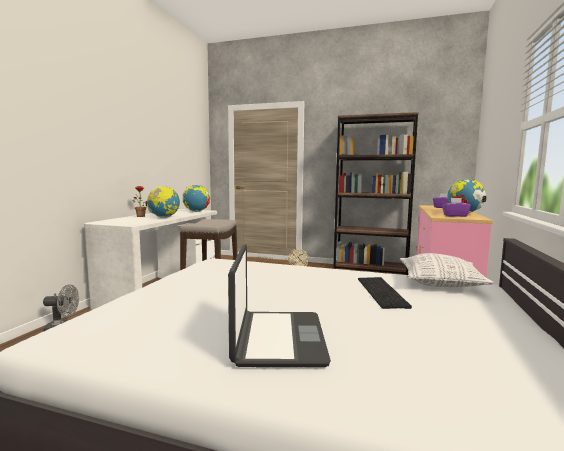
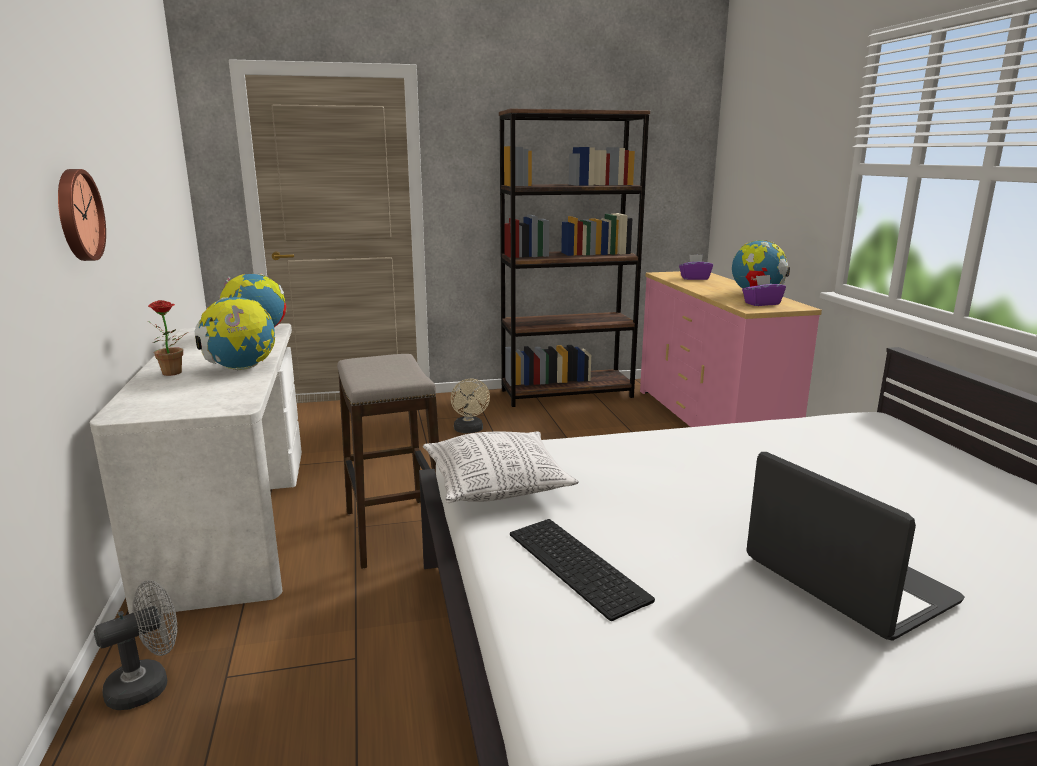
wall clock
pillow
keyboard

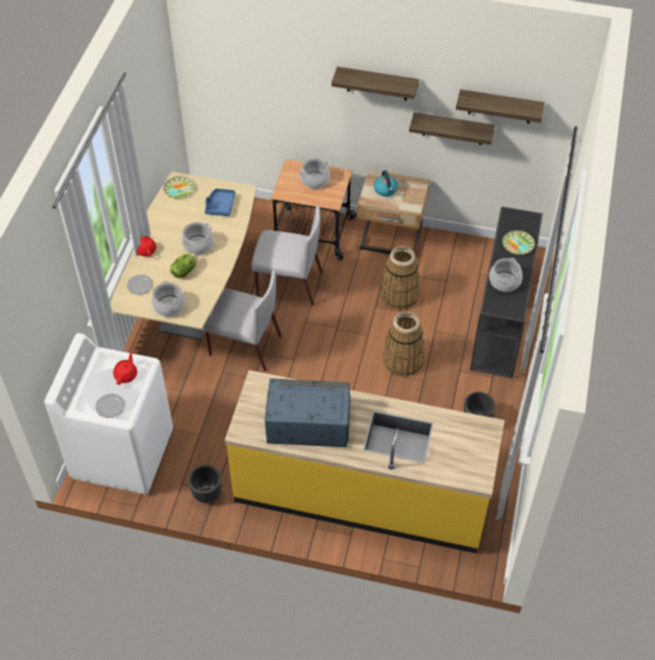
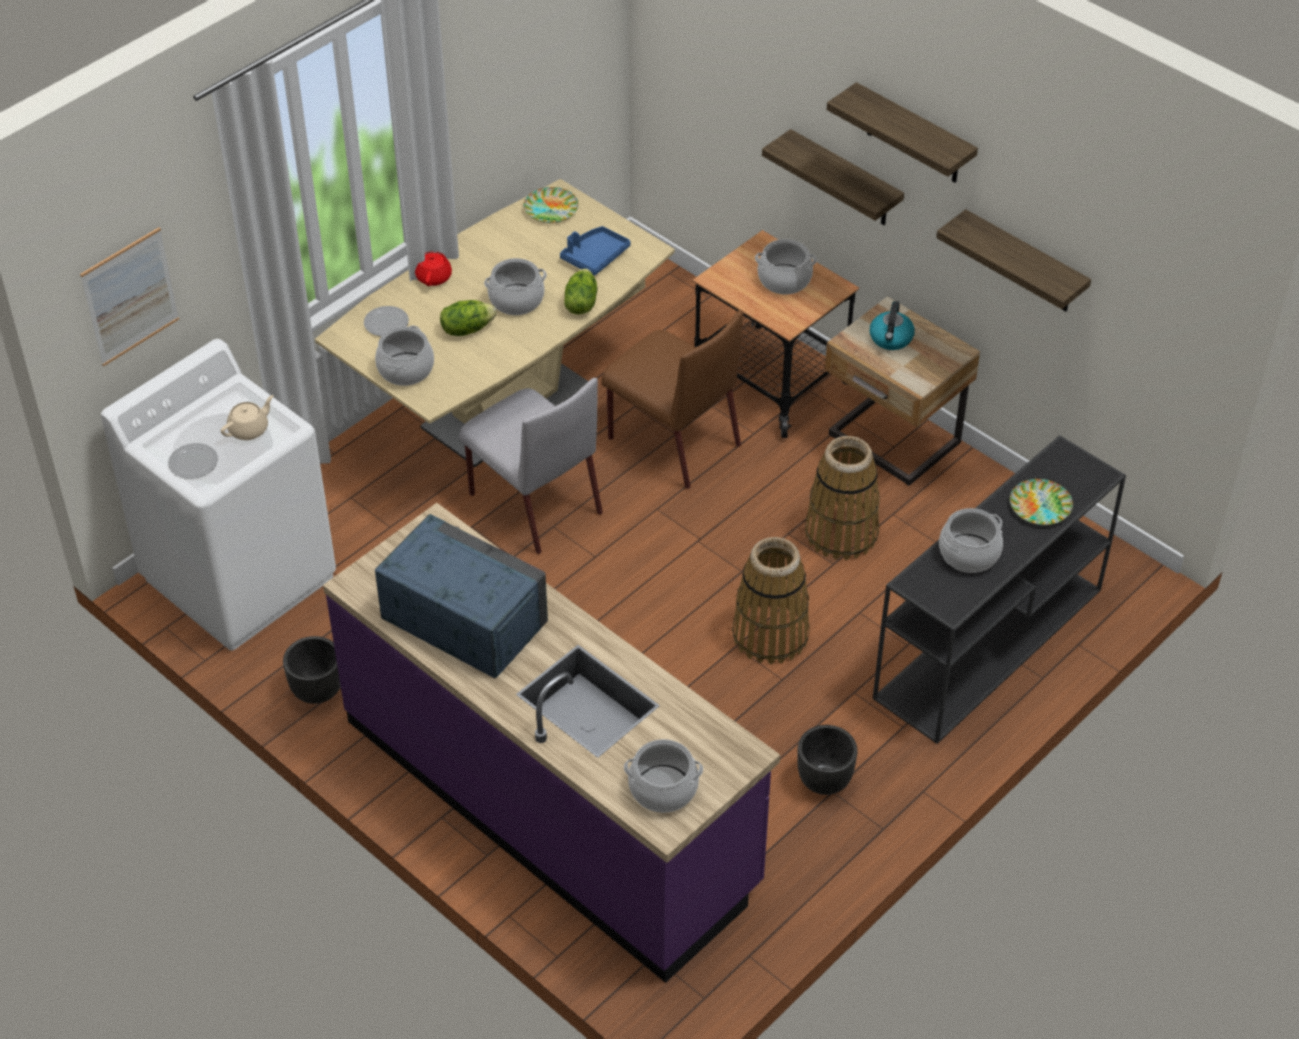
picture
beige teapot
purple counter
lettuce (2nd from left)
brown chair
cooking pot (3rd from left)
shelf (1st from left)

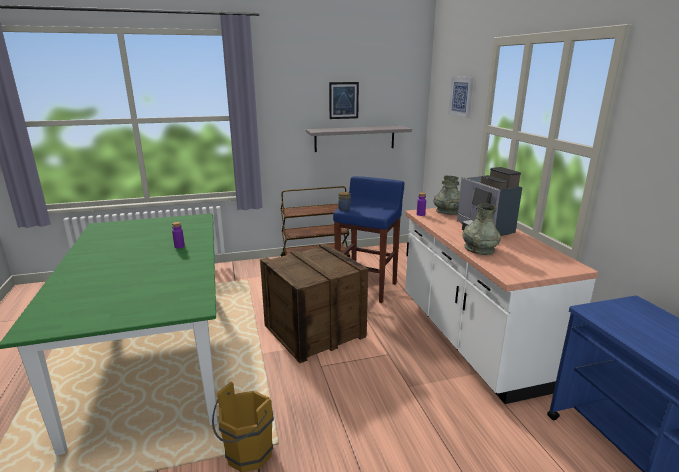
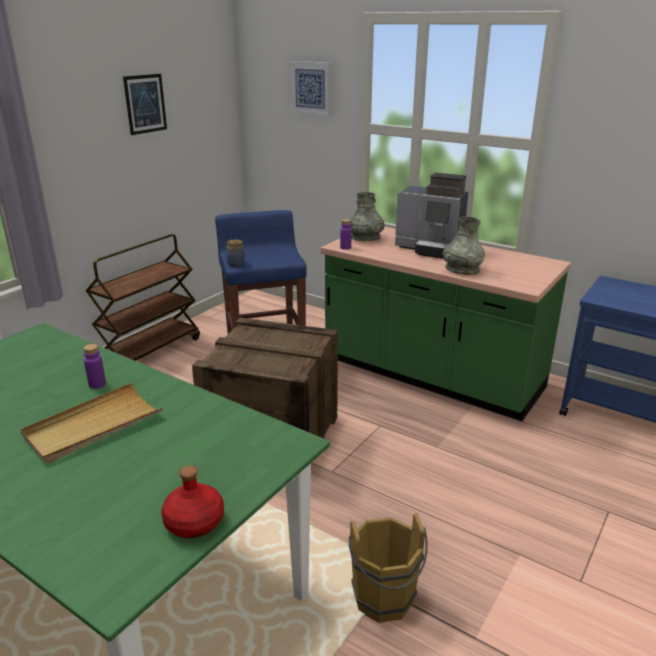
beige tray
red bottle
green counter
grey shelf

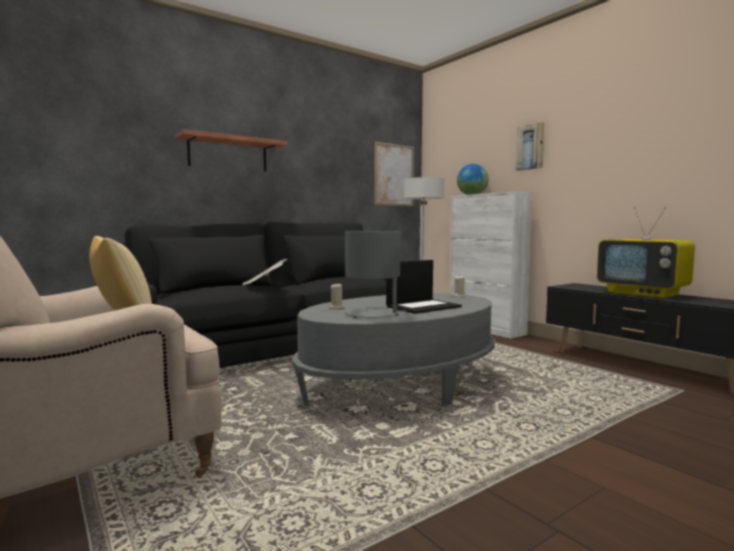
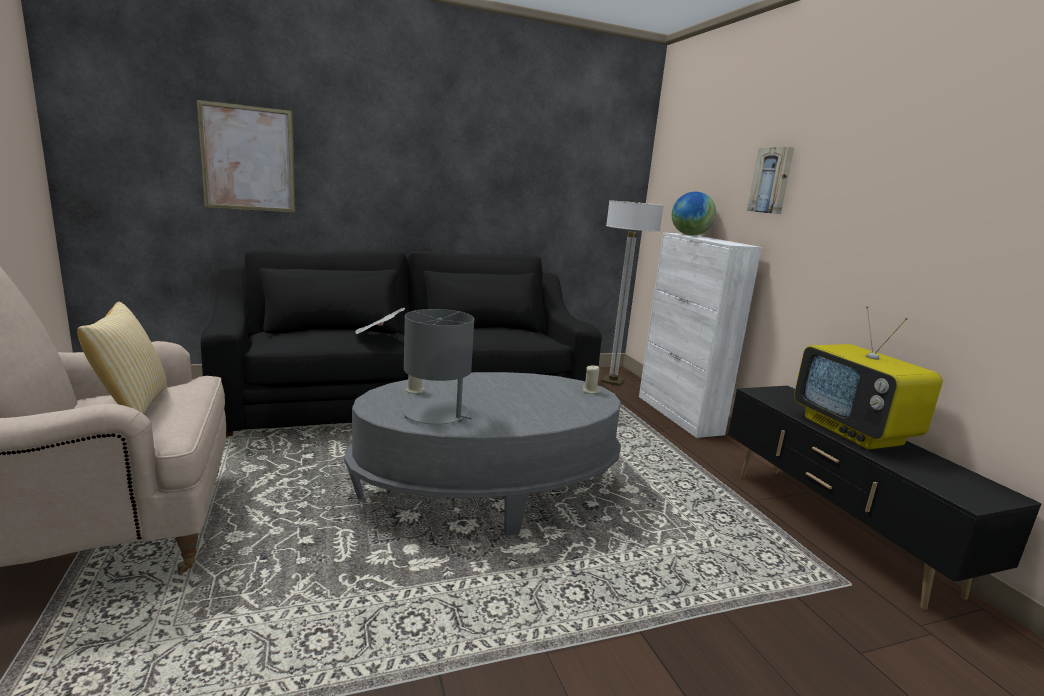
picture (1st from left)
shelf
laptop

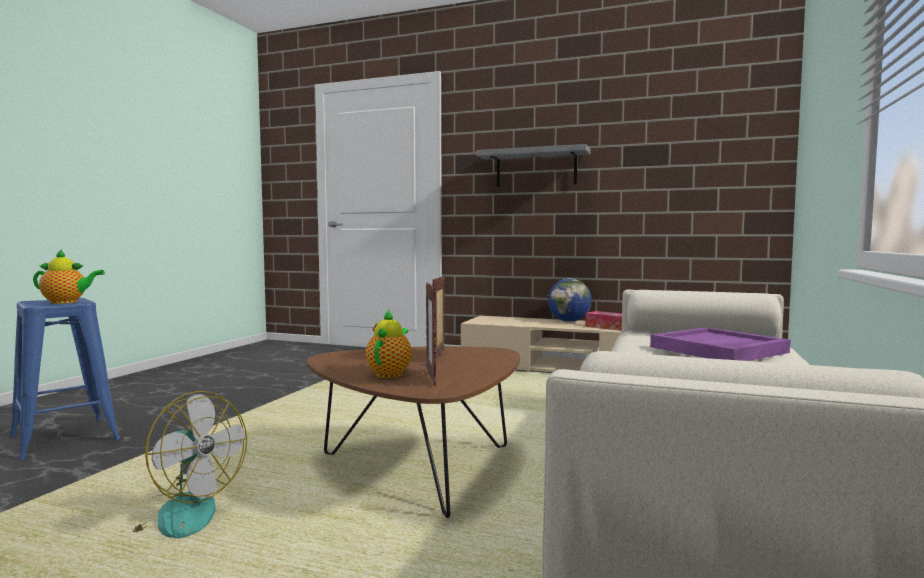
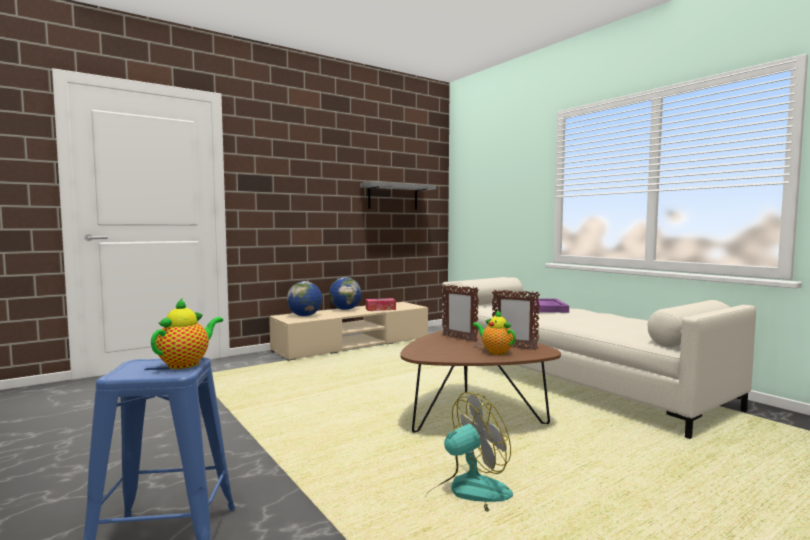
globe (1st from left)
grey shelf

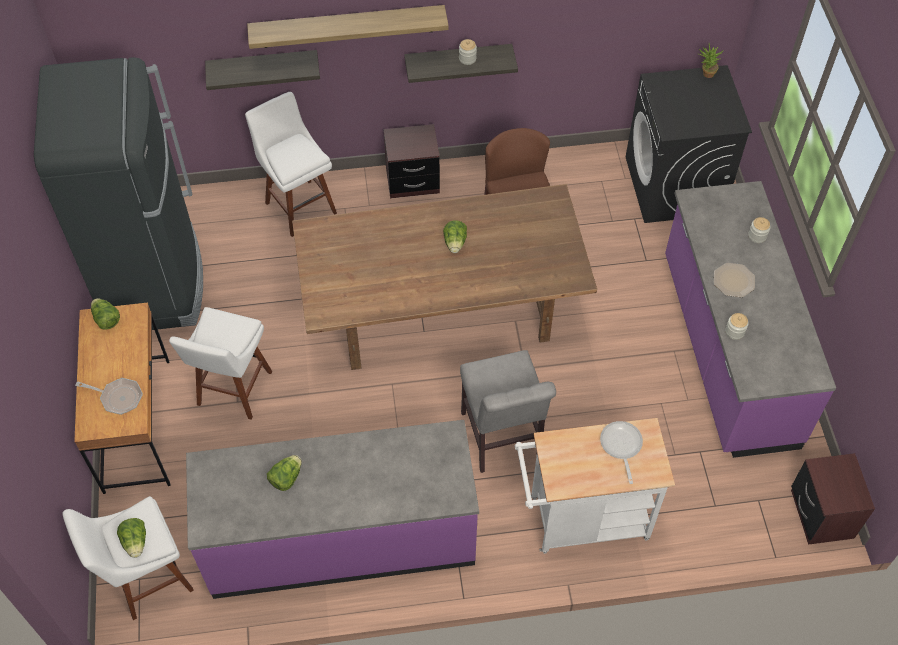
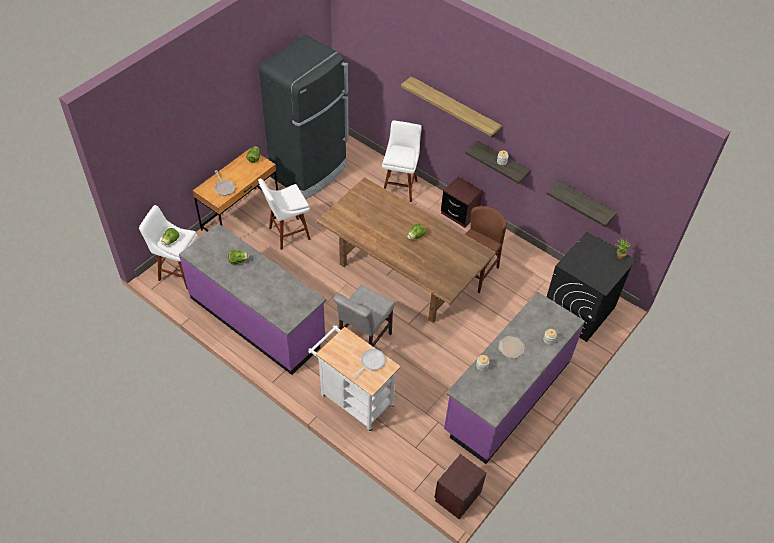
shelf (3rd from left)

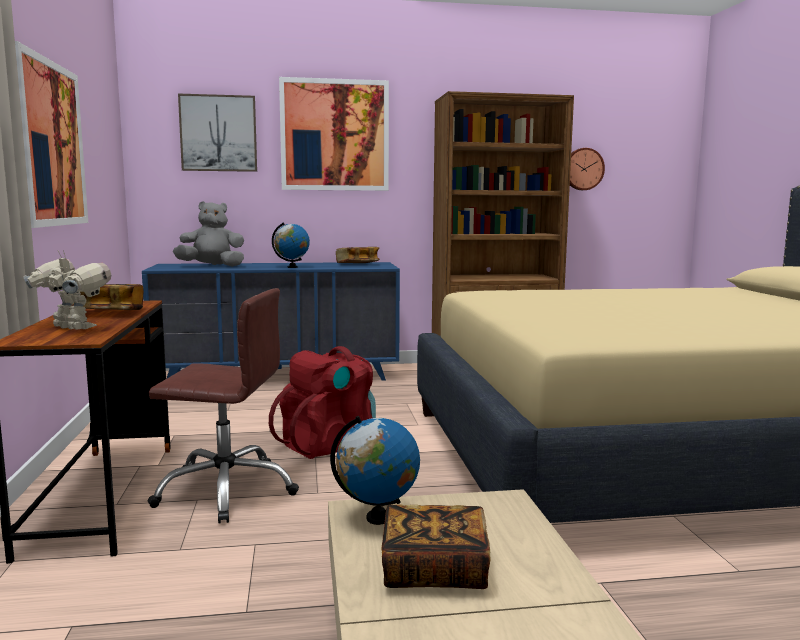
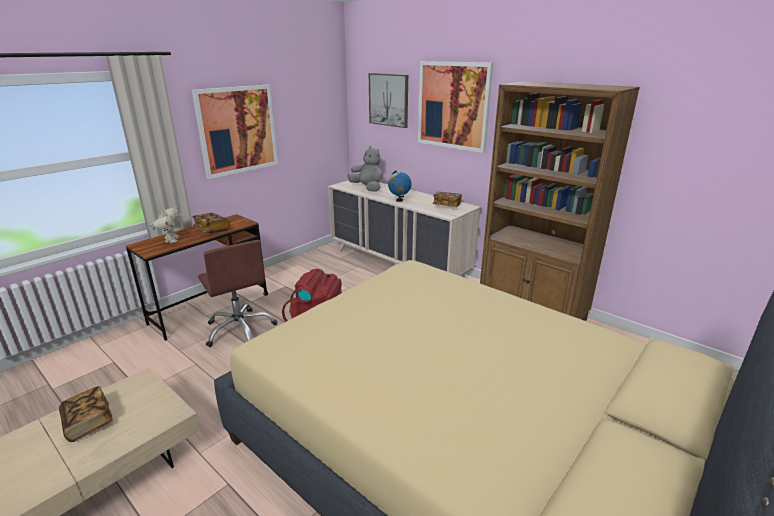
beige dresser
globe (2nd from left in the first image)
wall clock

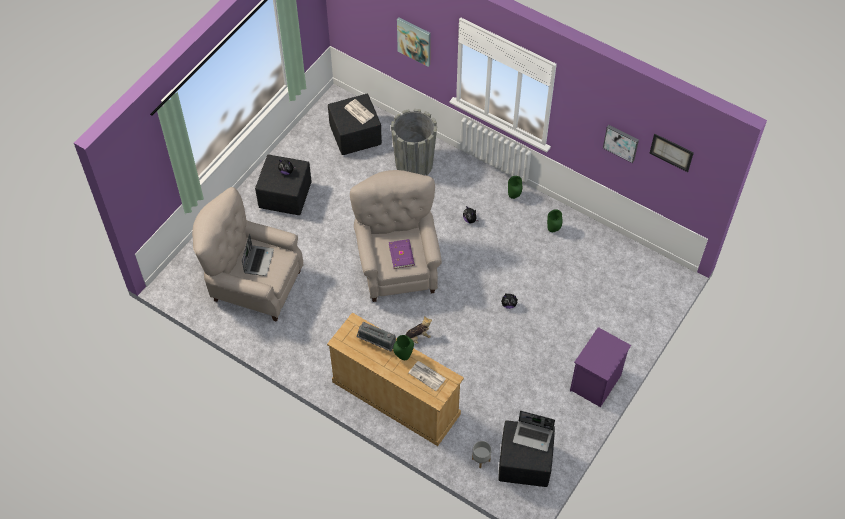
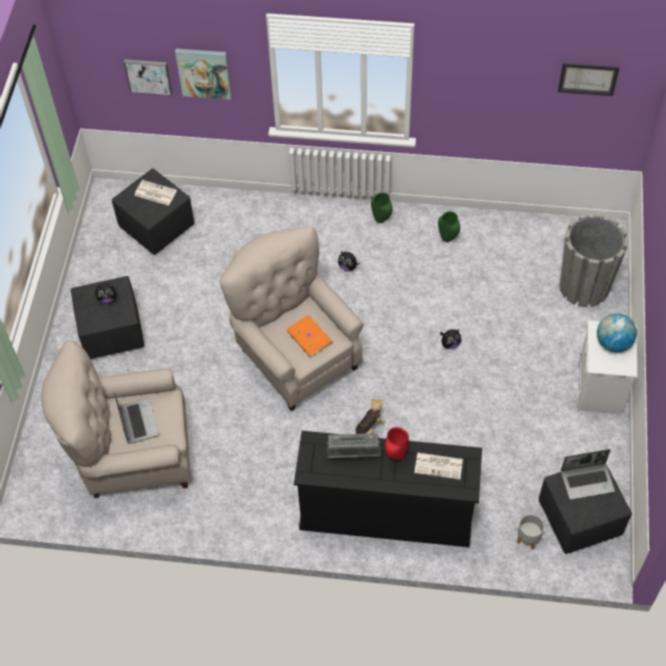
picture (1st from left)
orange book
black dresser
red vase
grey planter (2nd from left)
white nightstand
globe

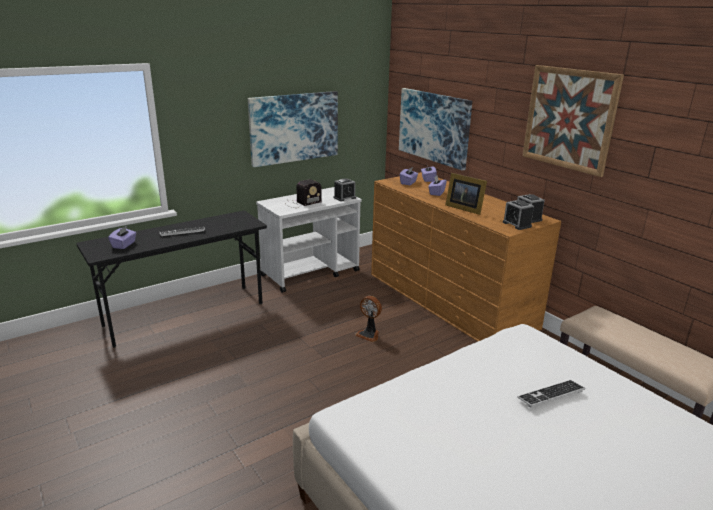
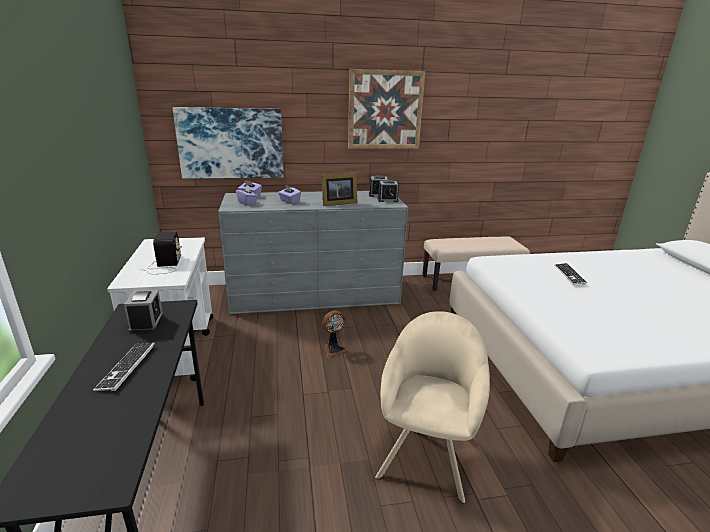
alarm clock (1st from left)
grey dresser
beige armchair
purple tissue box (1st from left in the first image)
picture (1st from left in the first image)

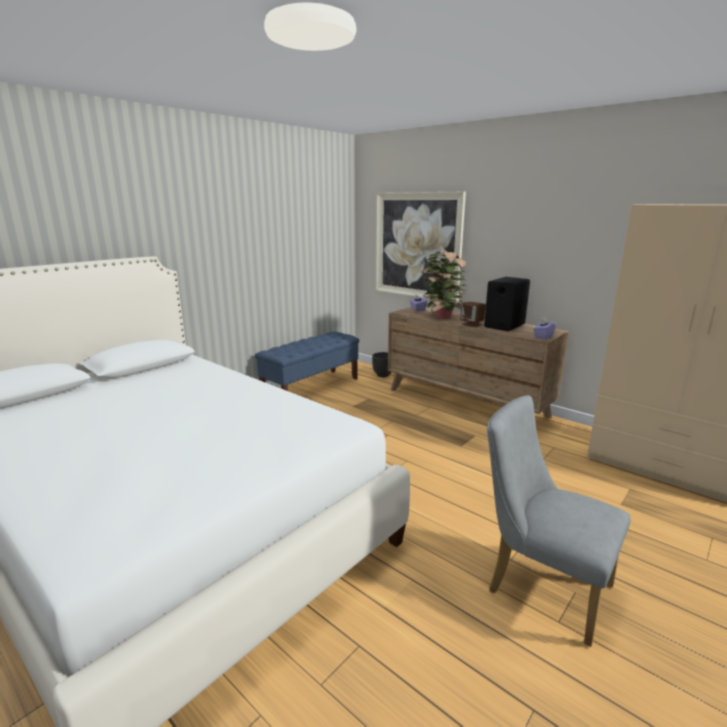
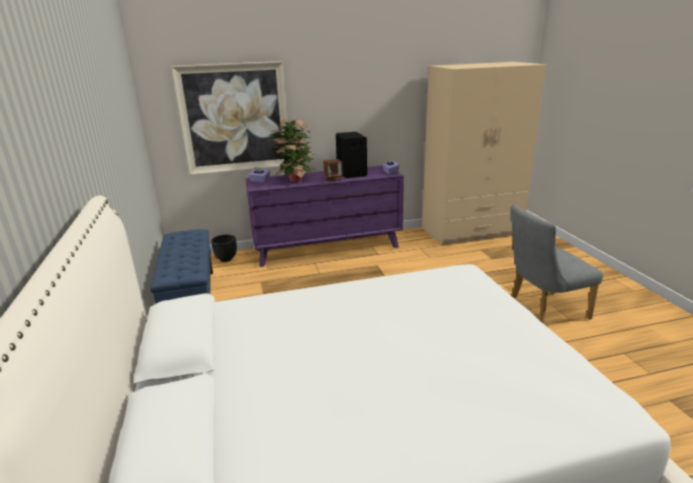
purple dresser

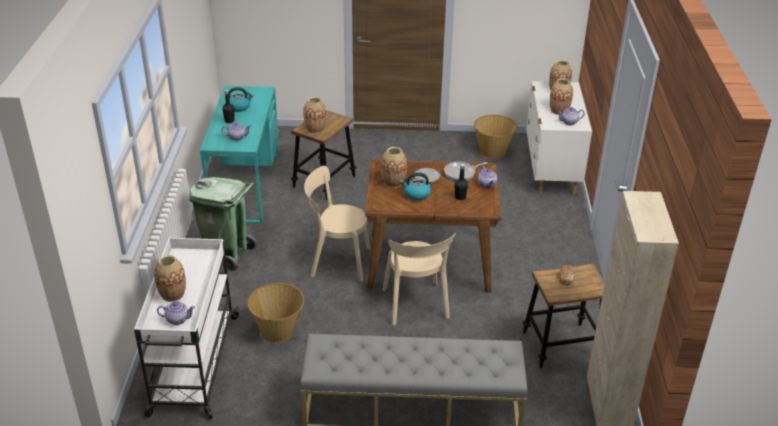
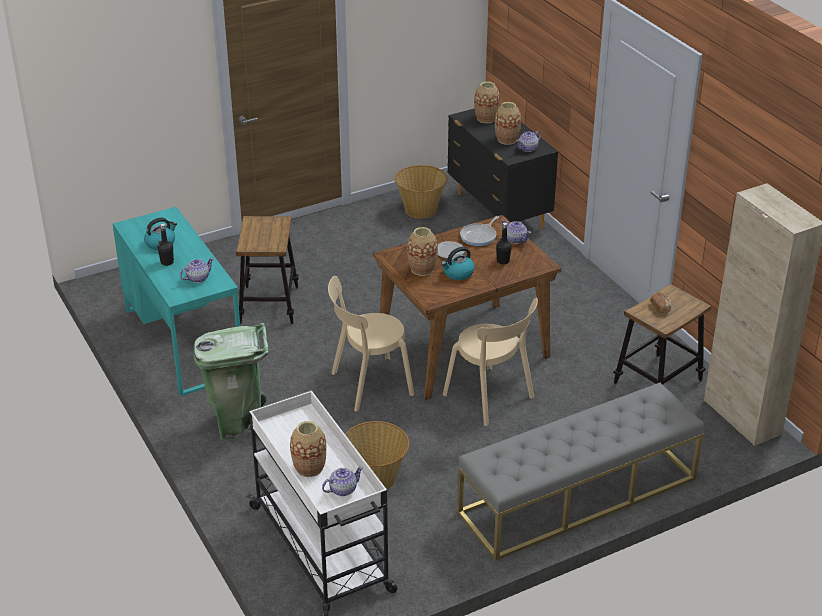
black dresser
vase (2nd from left in the first image)

